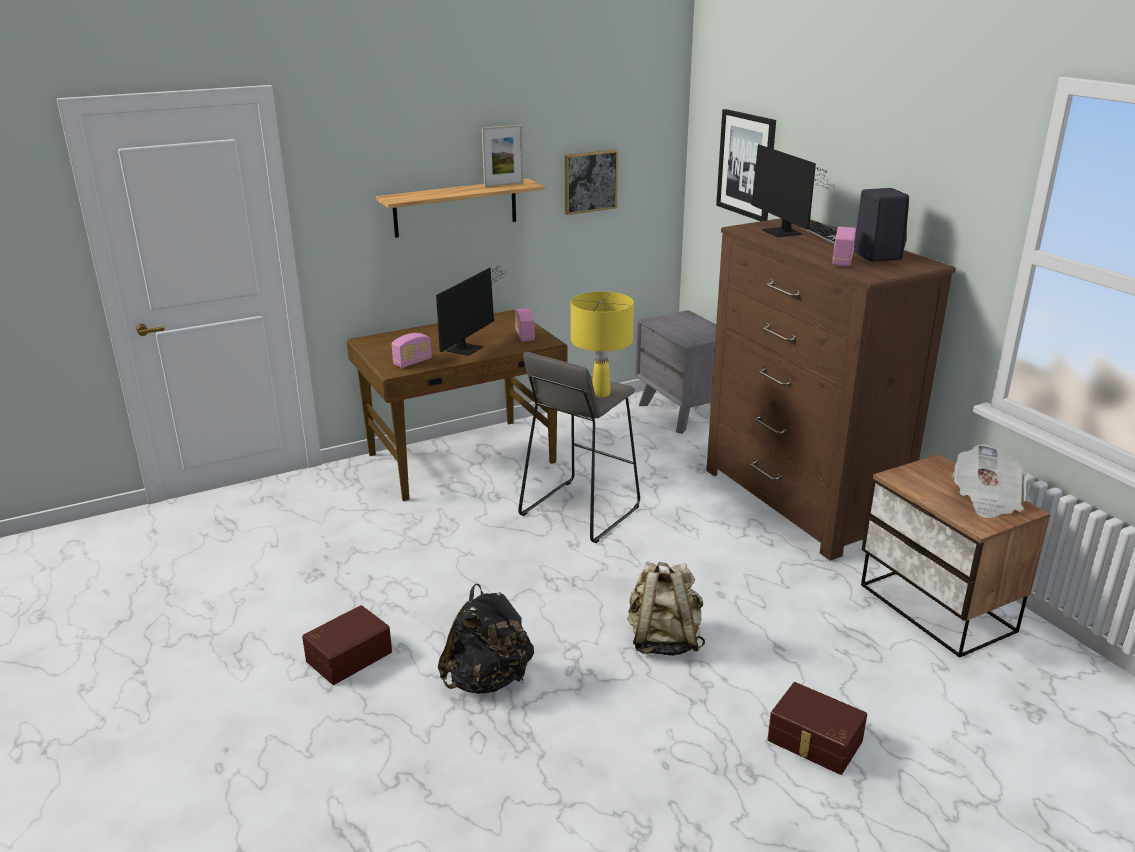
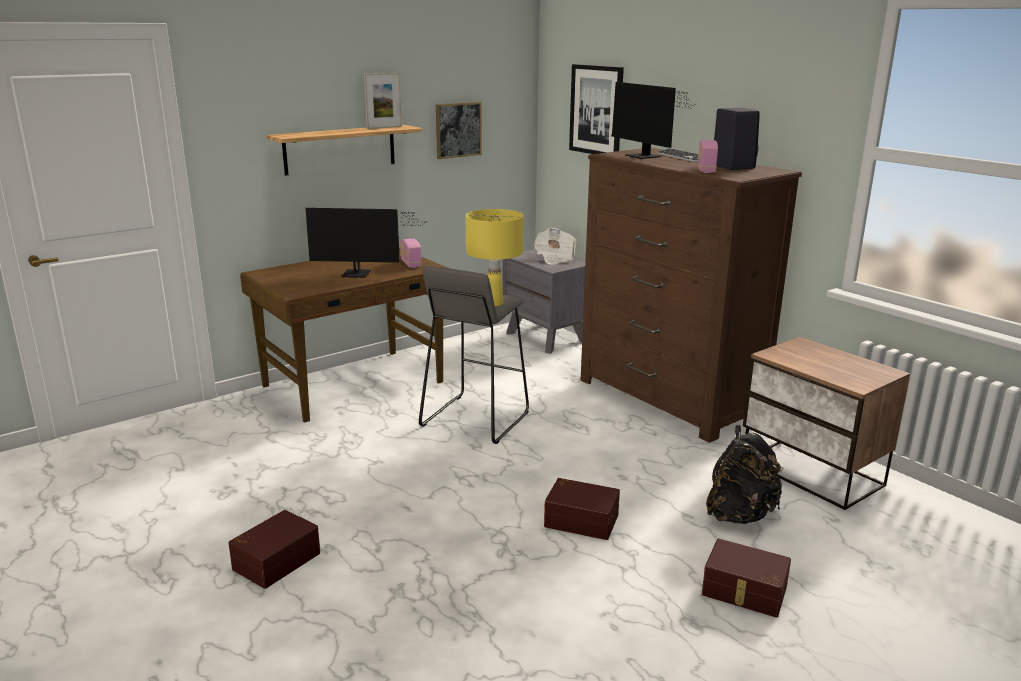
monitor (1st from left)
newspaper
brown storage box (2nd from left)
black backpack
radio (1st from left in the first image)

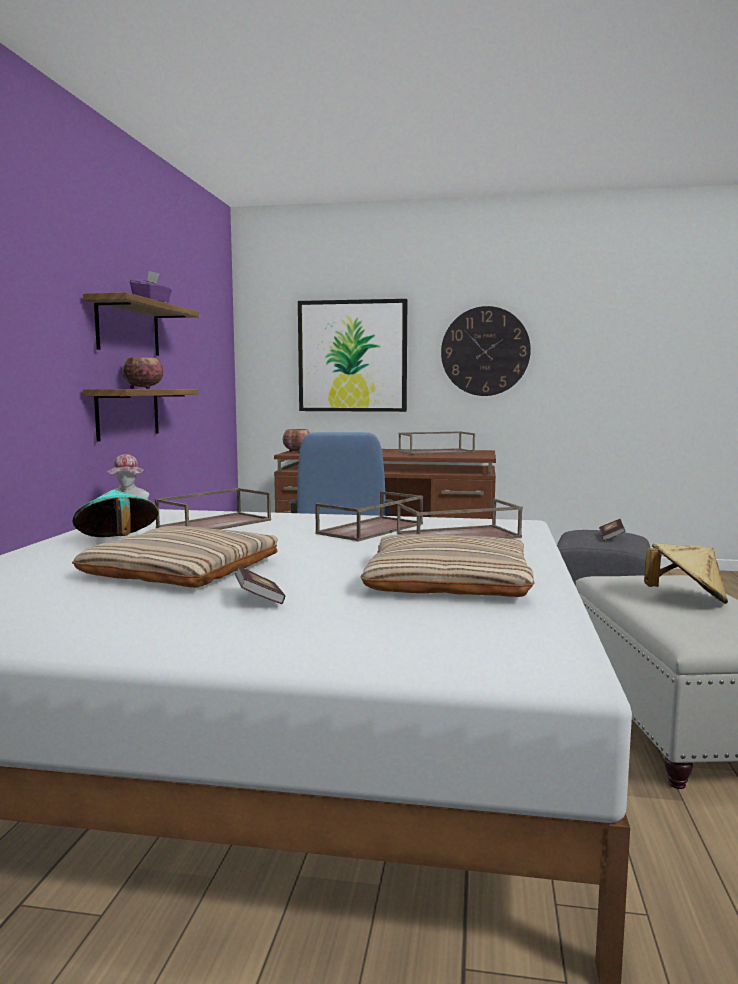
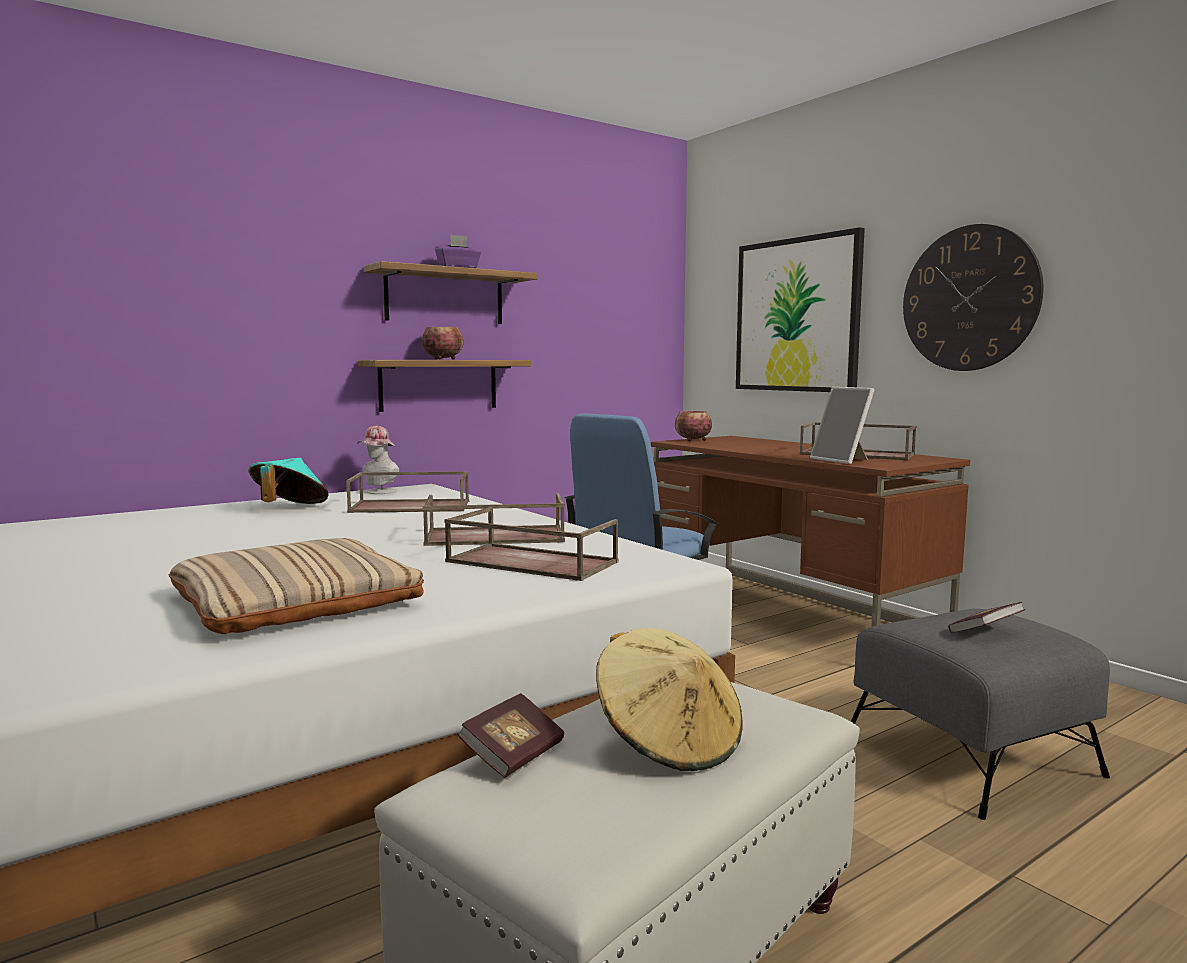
book (1st from left)
picture frame
beige pillow (1st from left in the first image)

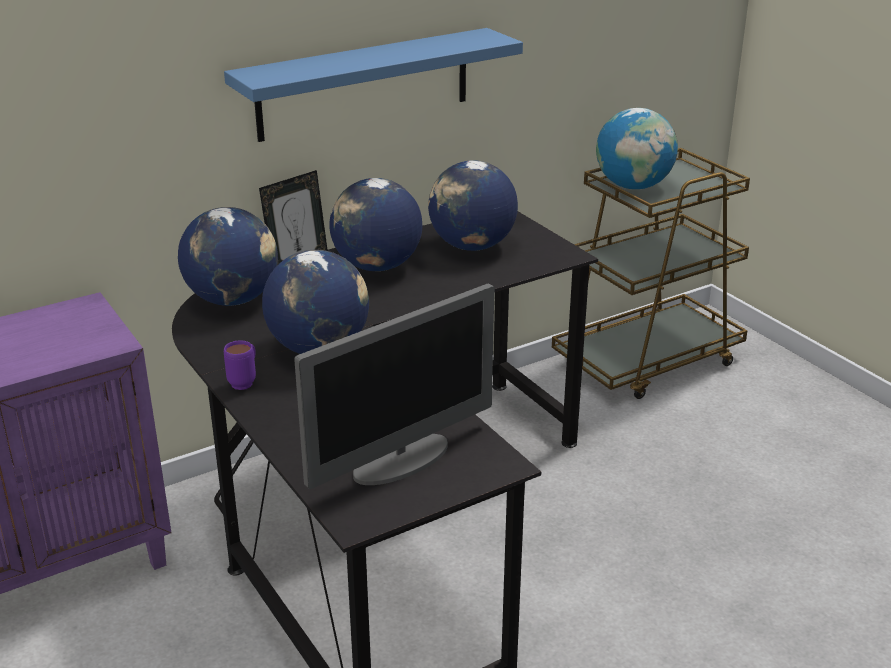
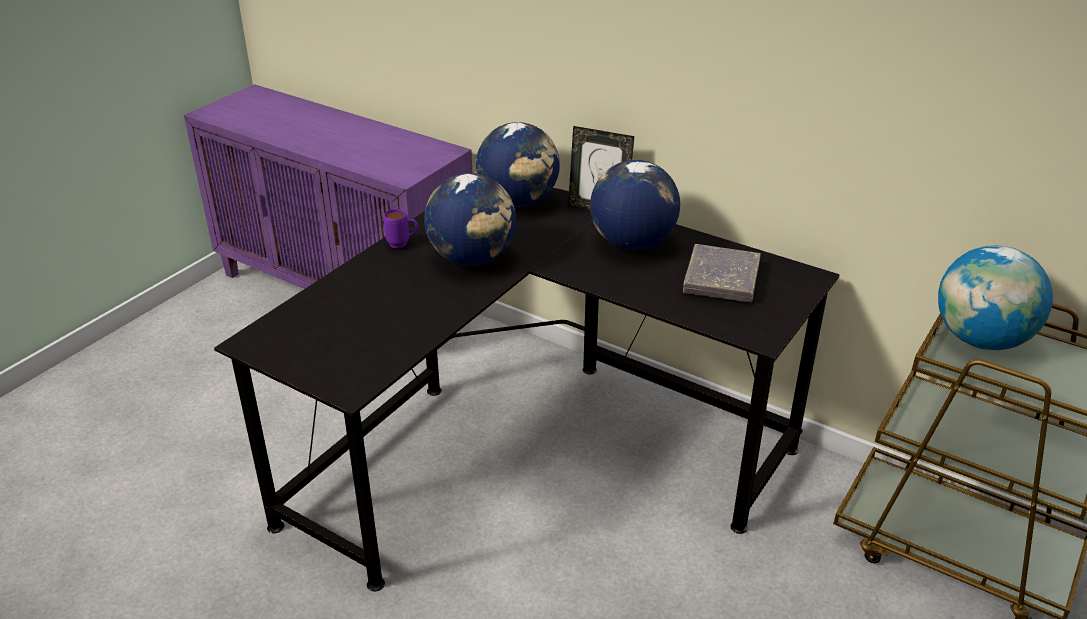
grey book
blue shelf
monitor

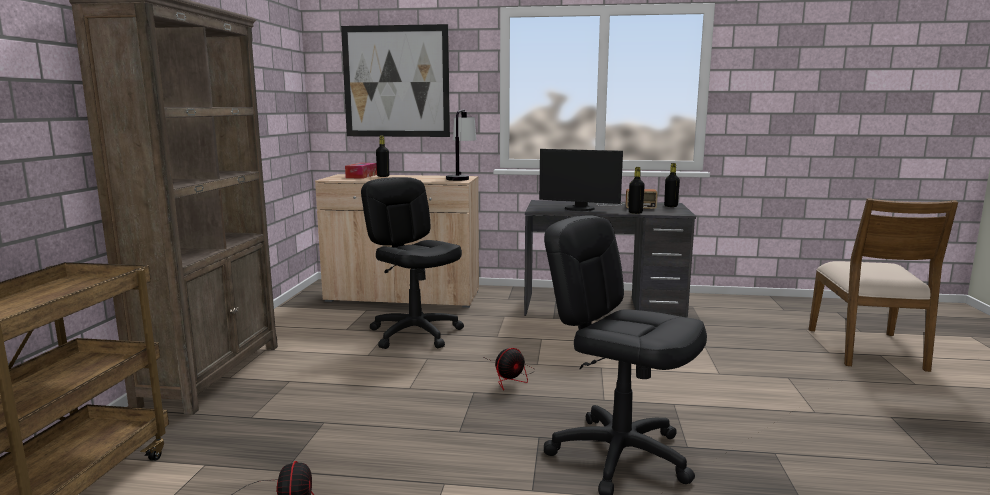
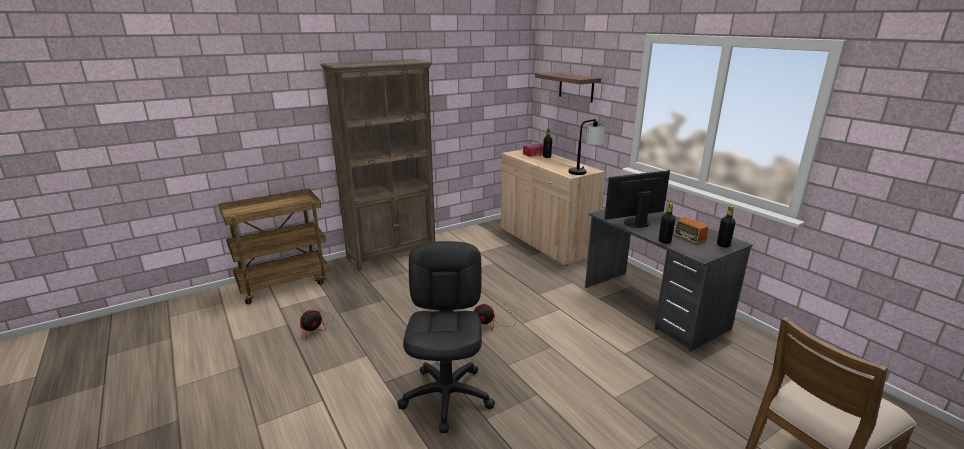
shelf
monitor
black office chair (1st from left in the first image)

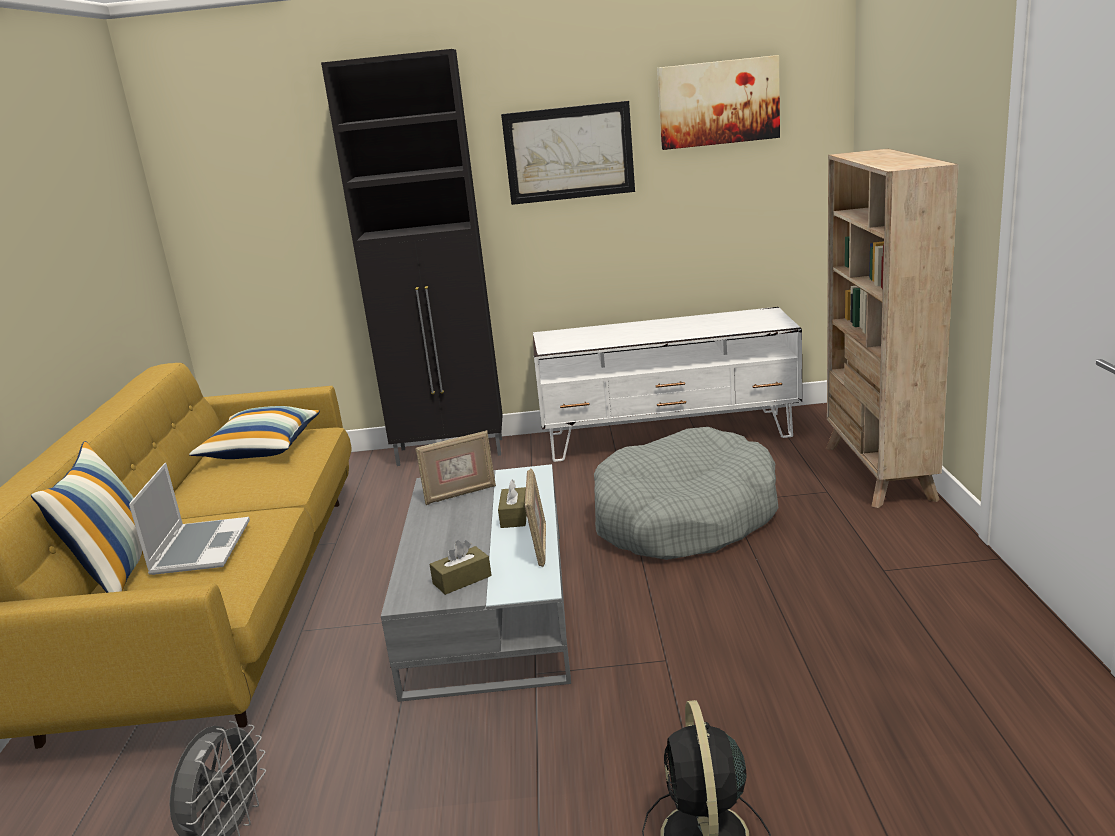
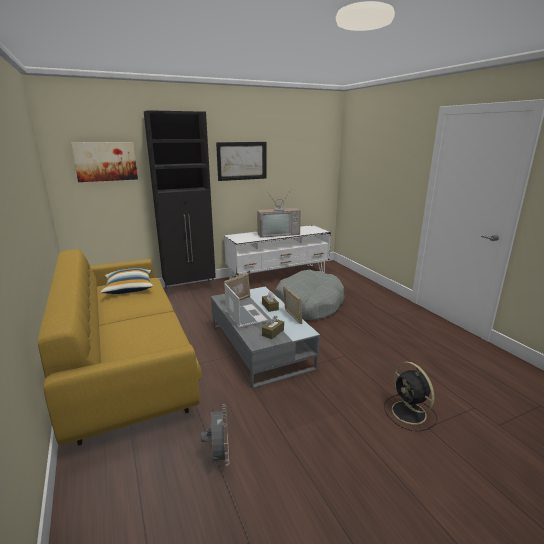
picture (1st from left)
laptop
television
pillow (1st from left in the first image)
beige bookcase

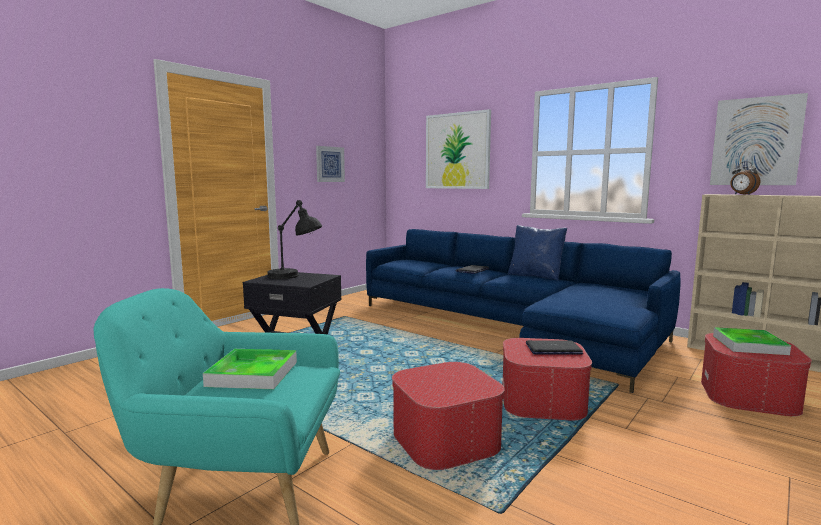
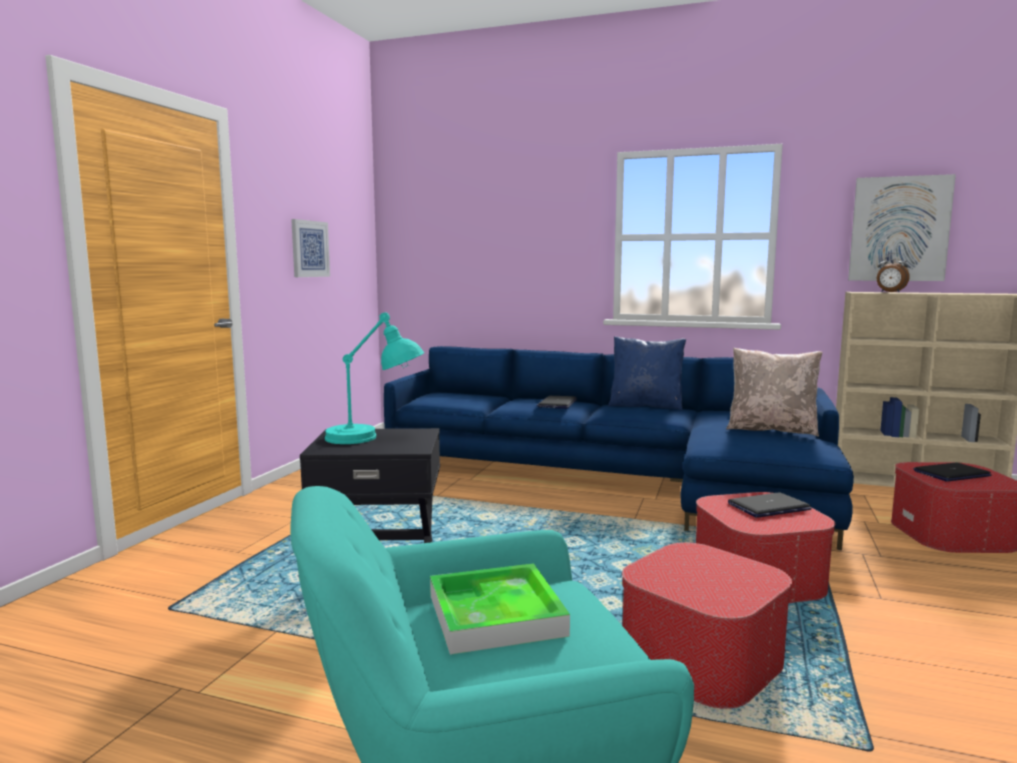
turquoise table lamp
beige pillow
laptop (3rd from left)
picture (2nd from left in the first image)

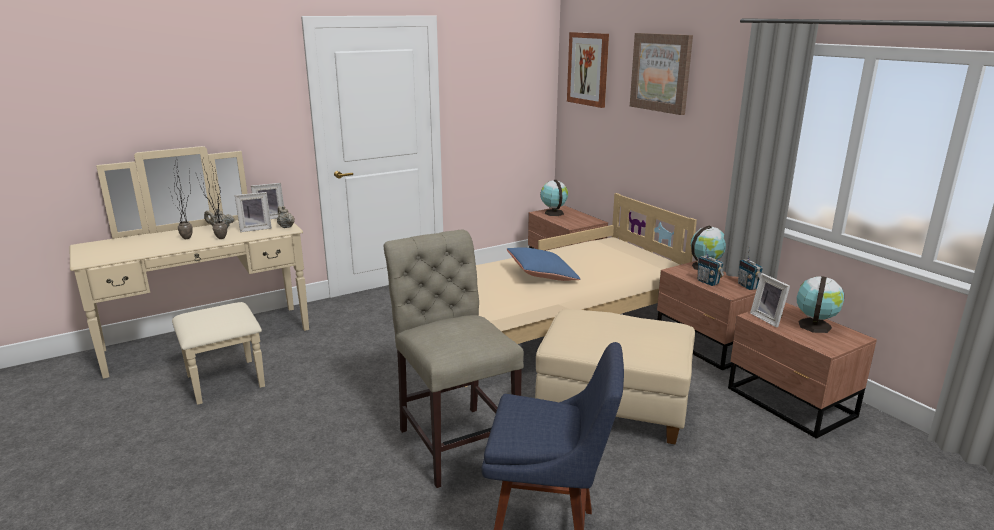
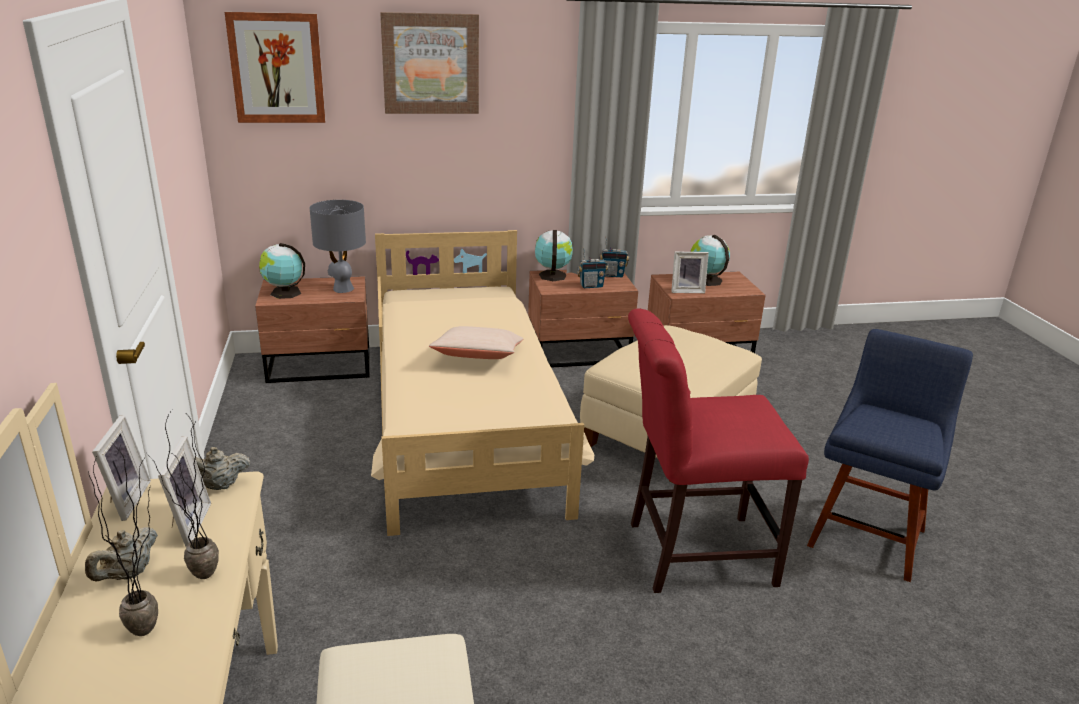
grey table lamp
beige pillow
red chair

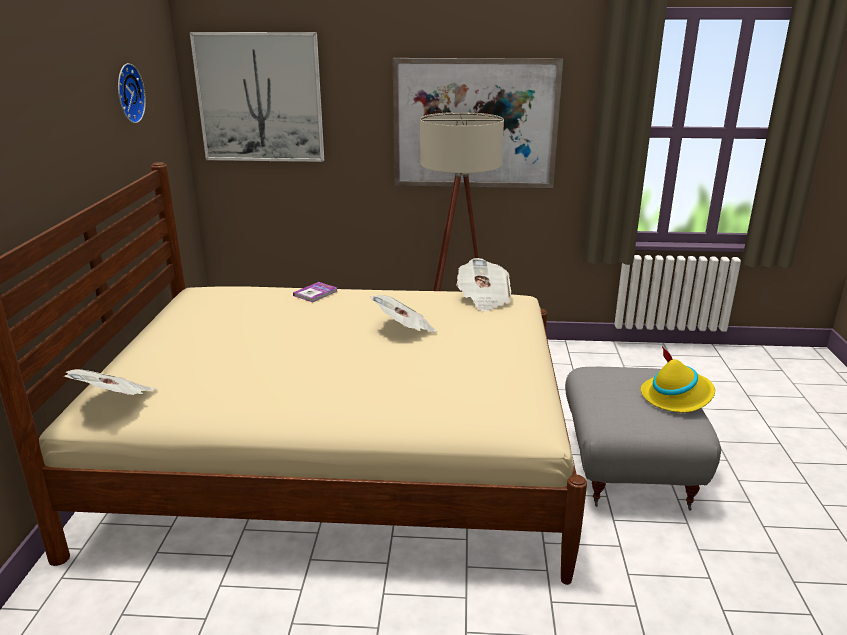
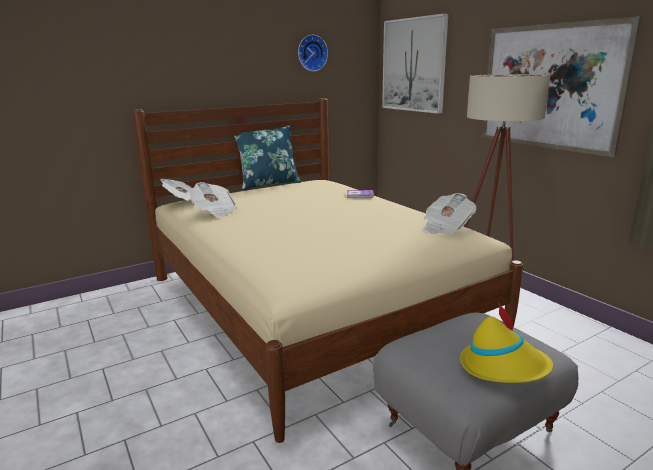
newspaper (2nd from left)
blue pillow

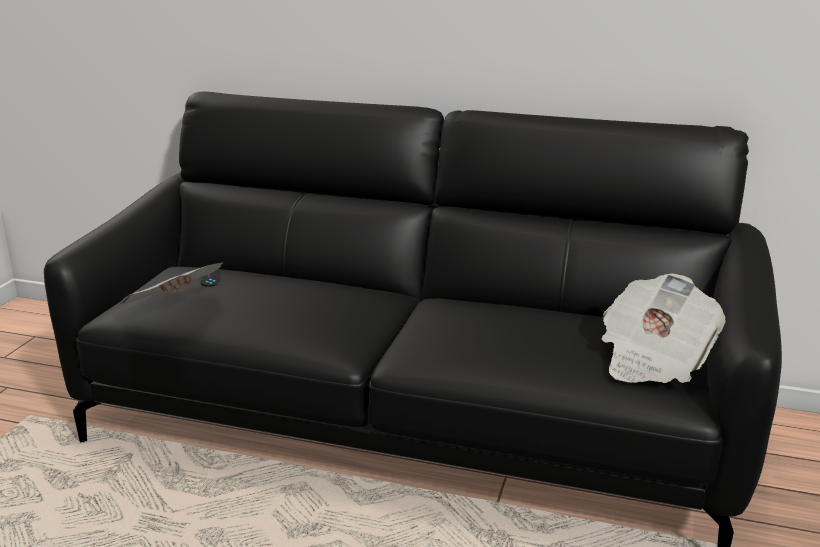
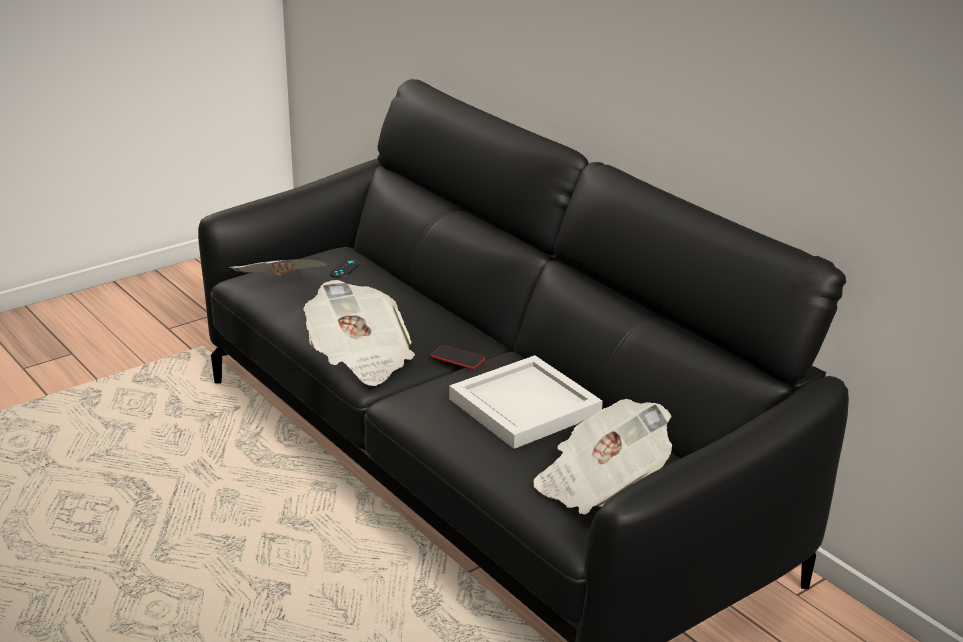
newspaper (2nd from left)
phone
white tray

